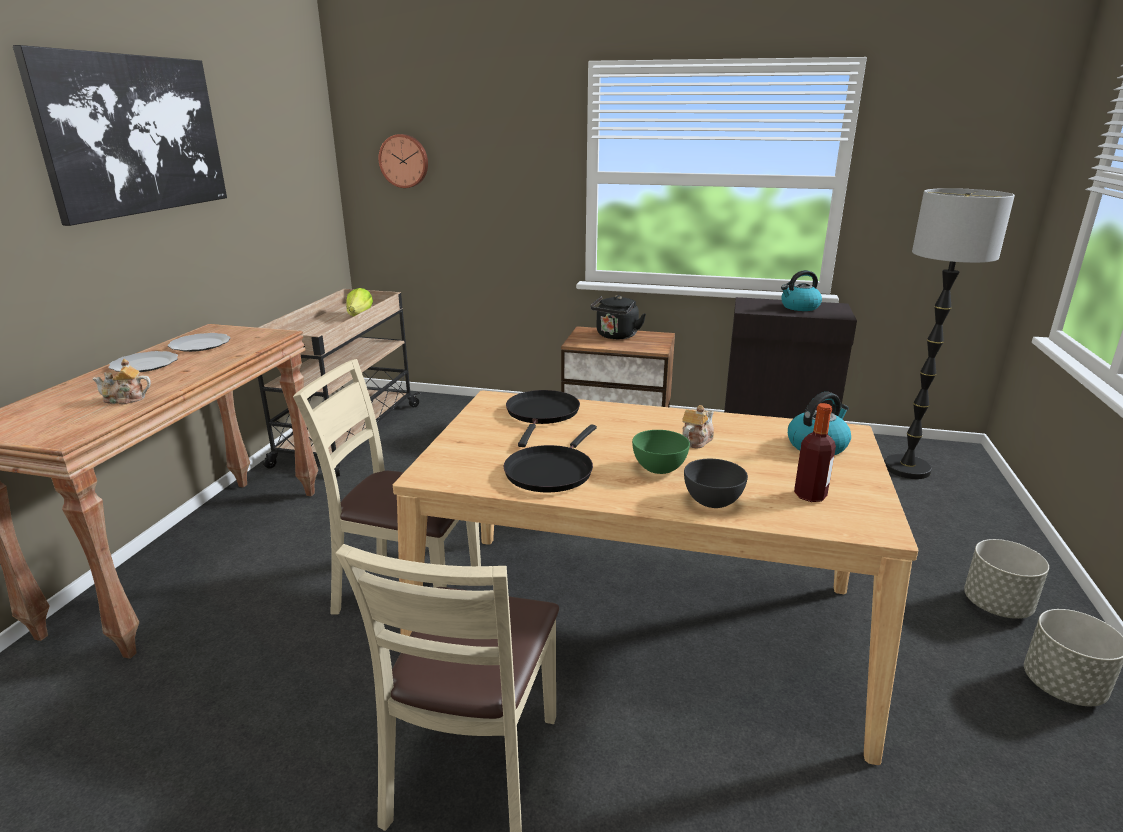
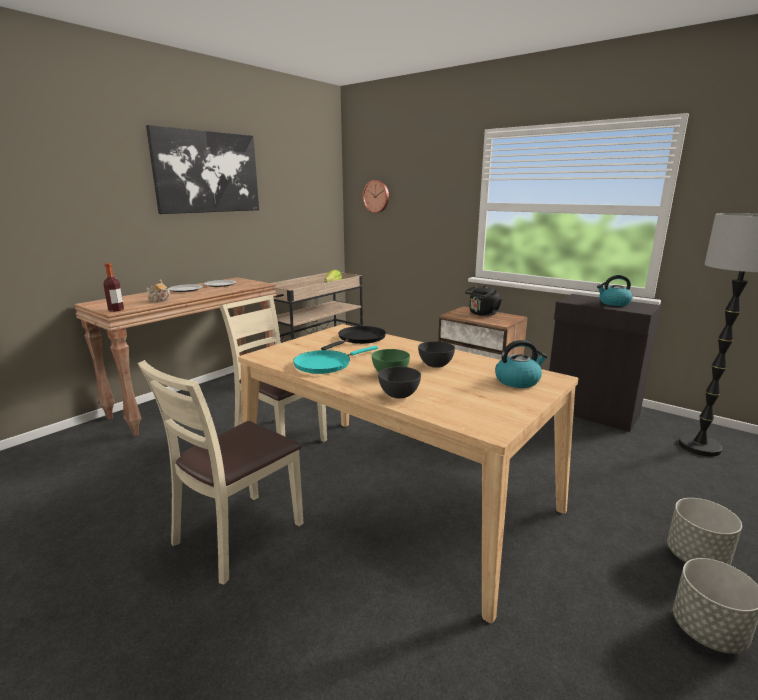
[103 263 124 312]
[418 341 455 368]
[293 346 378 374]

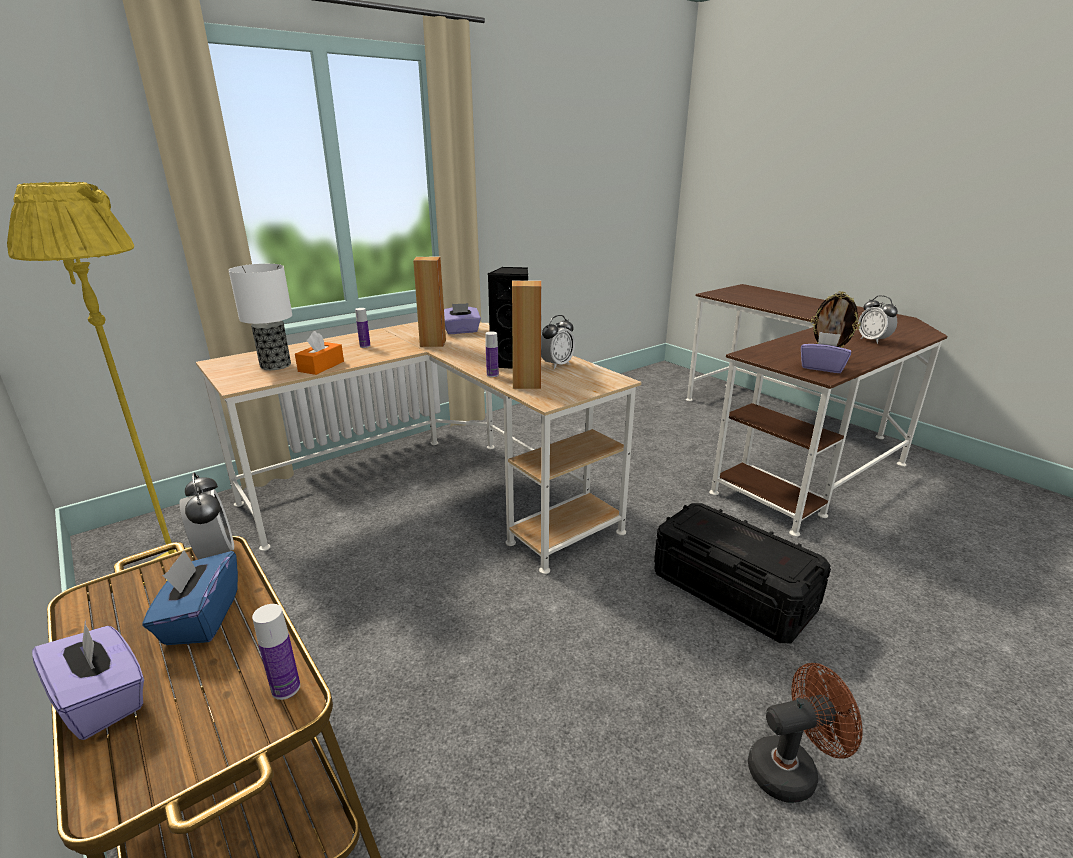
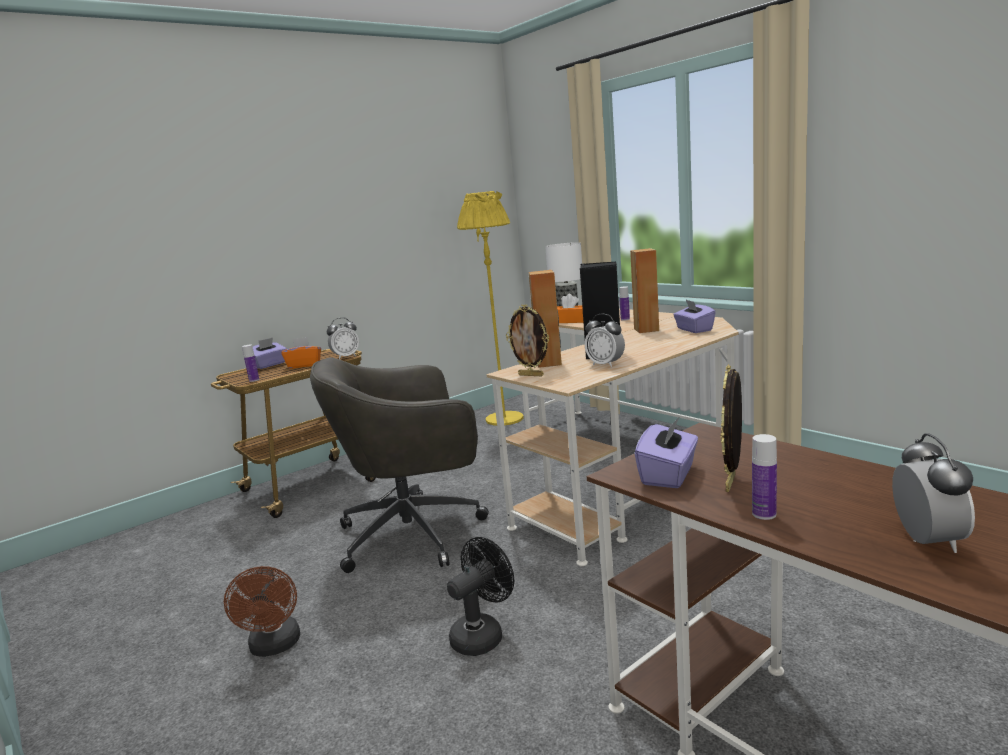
[892 433 975 553]
[752 434 777 520]
[447 537 514 656]
[281 337 321 369]
[506 304 549 376]
[310 357 489 573]

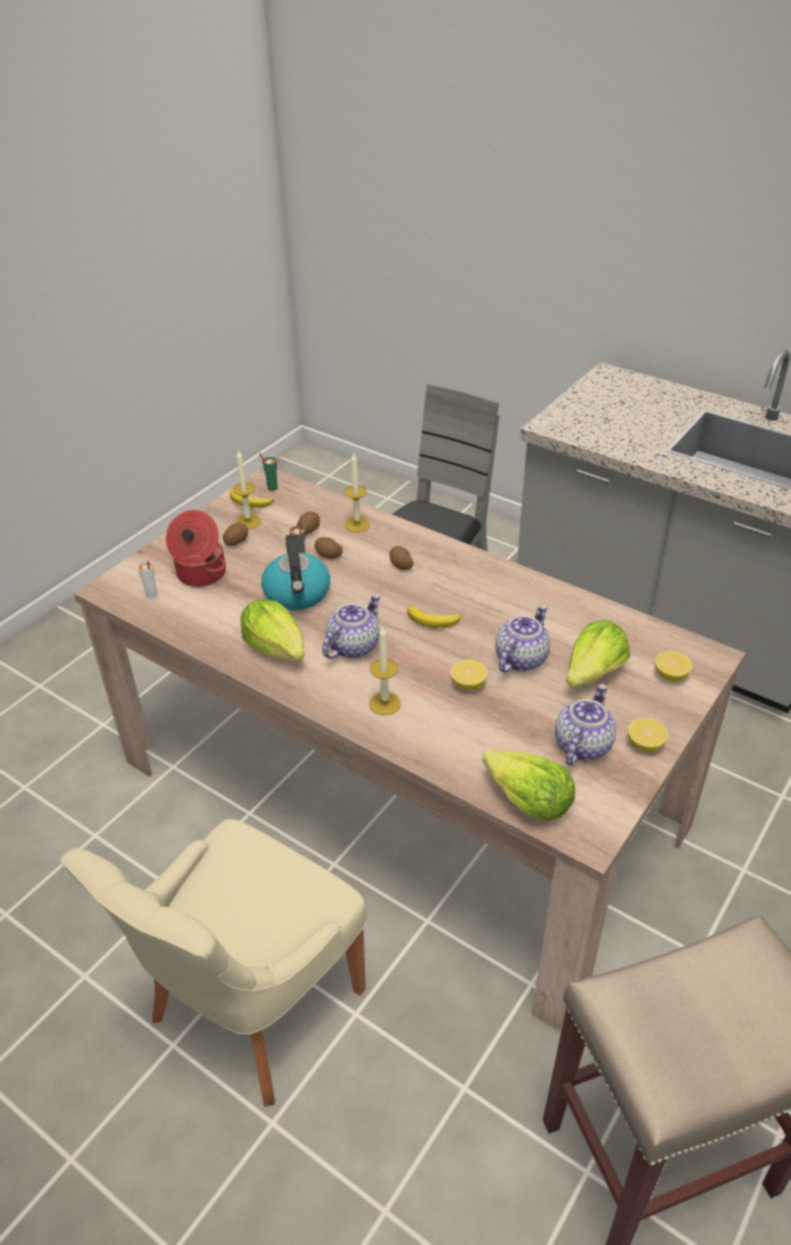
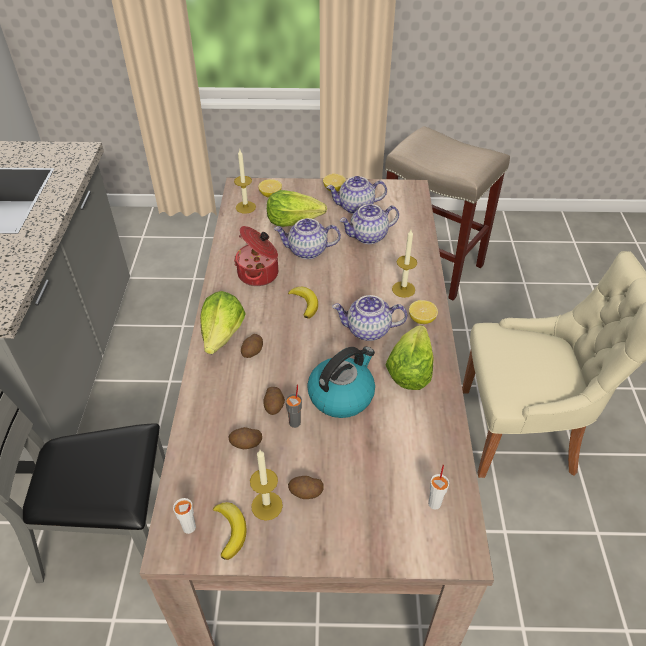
[234 150 256 214]
[173 498 196 534]
[234 226 278 286]
[409 300 438 324]
[200 291 246 354]
[339 204 399 244]

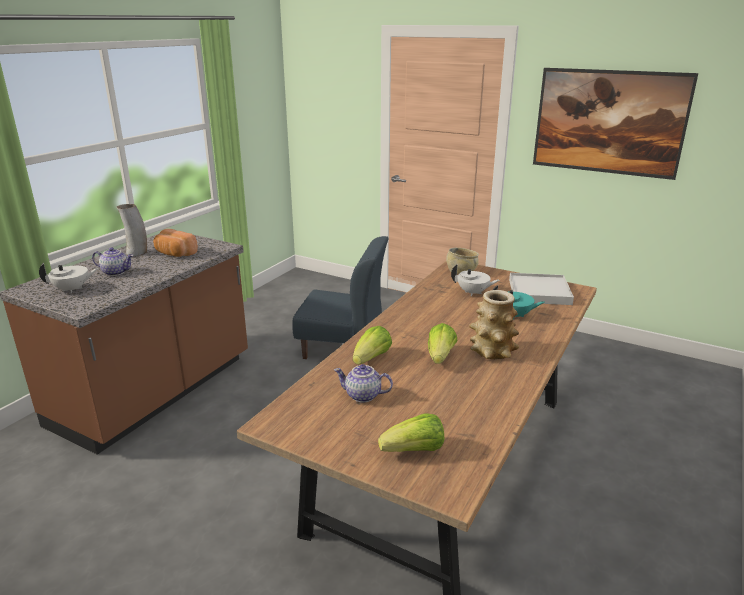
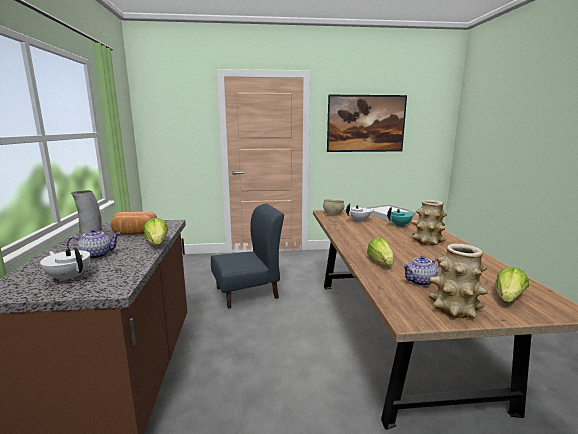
[40 247 90 282]
[144 218 169 245]
[429 244 488 319]

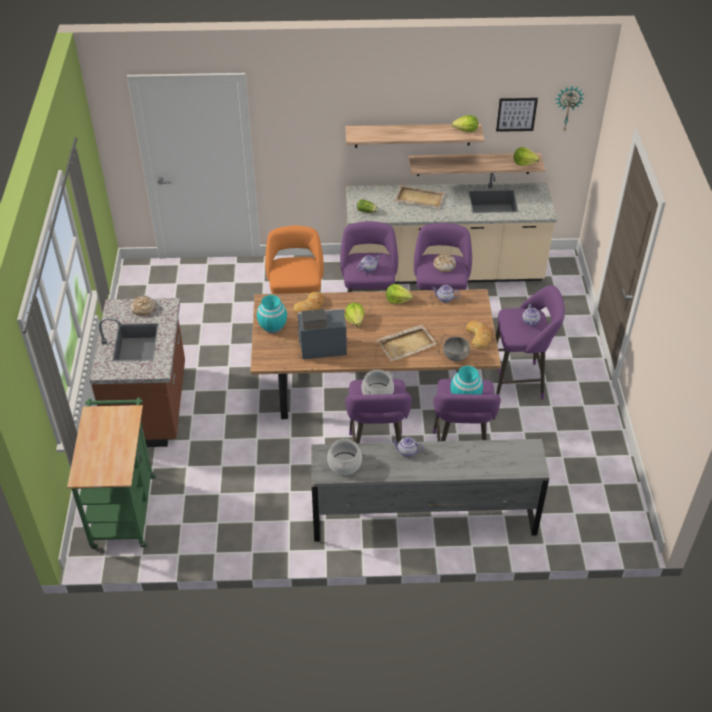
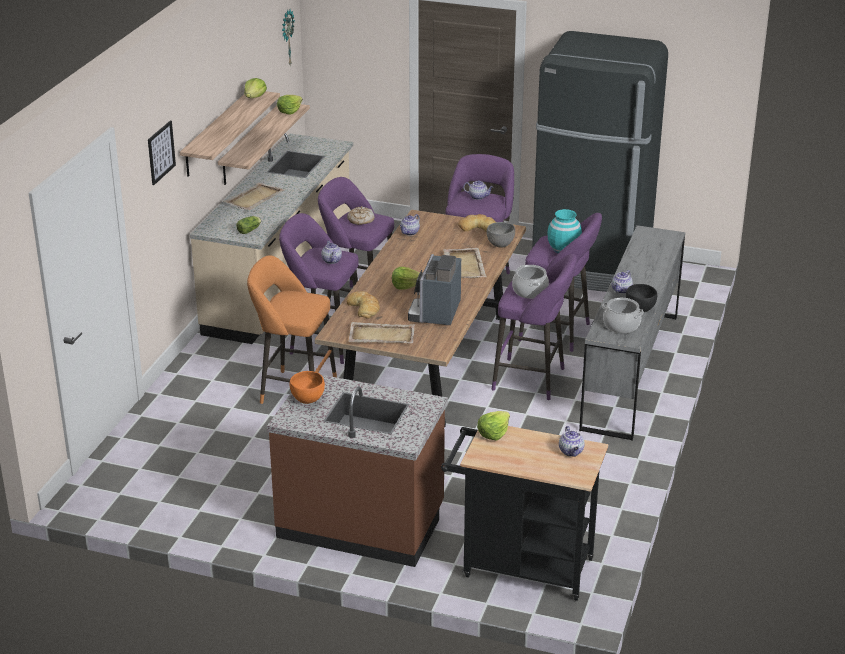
[148 121 176 185]
[477 411 510 441]
[348 322 415 344]
[289 371 325 404]
[441 426 608 601]
[532 31 668 292]
[626 284 657 312]
[559 426 585 457]

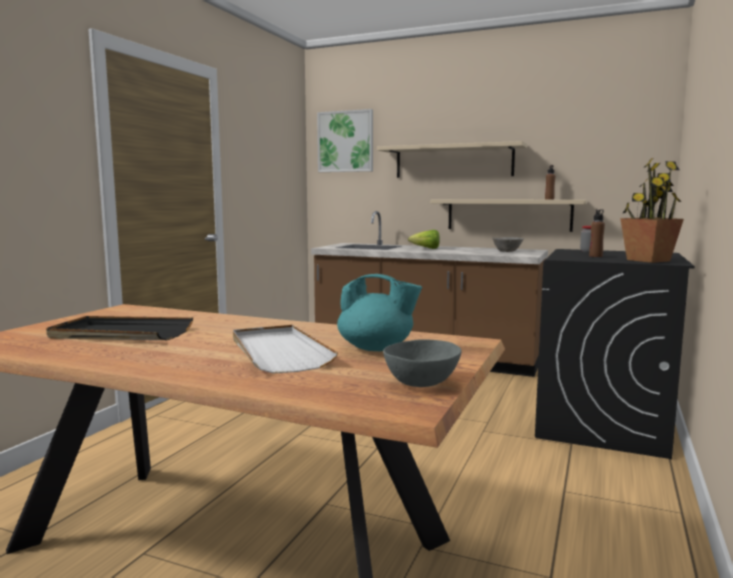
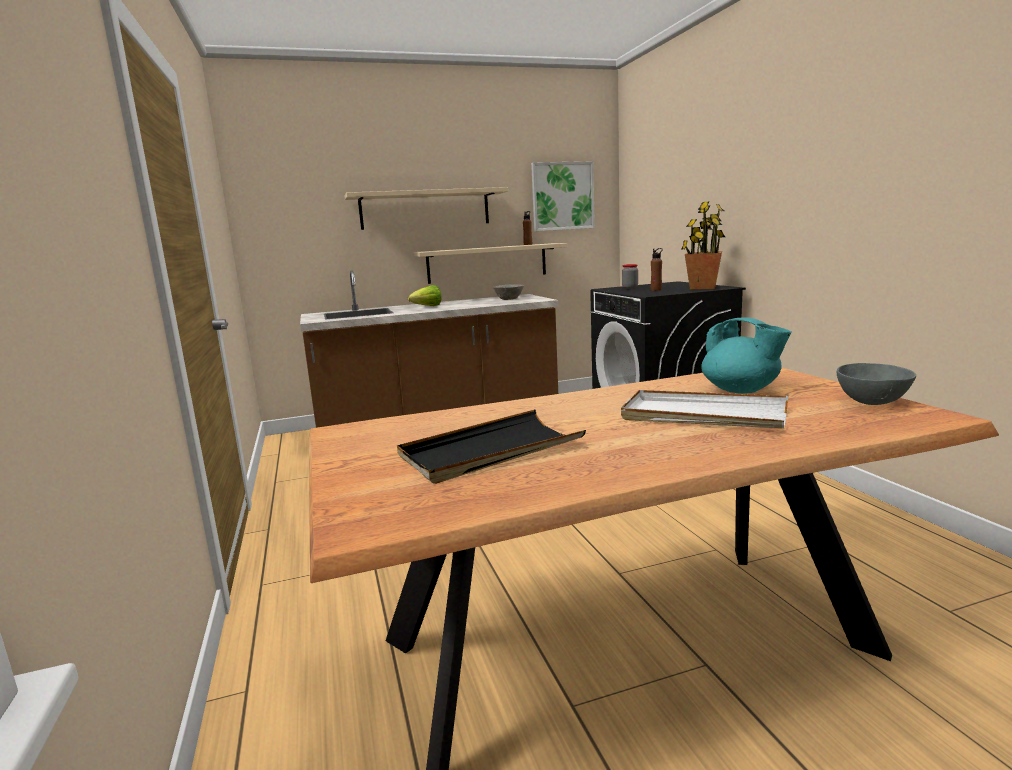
[531 161 595 231]
[701 317 791 394]

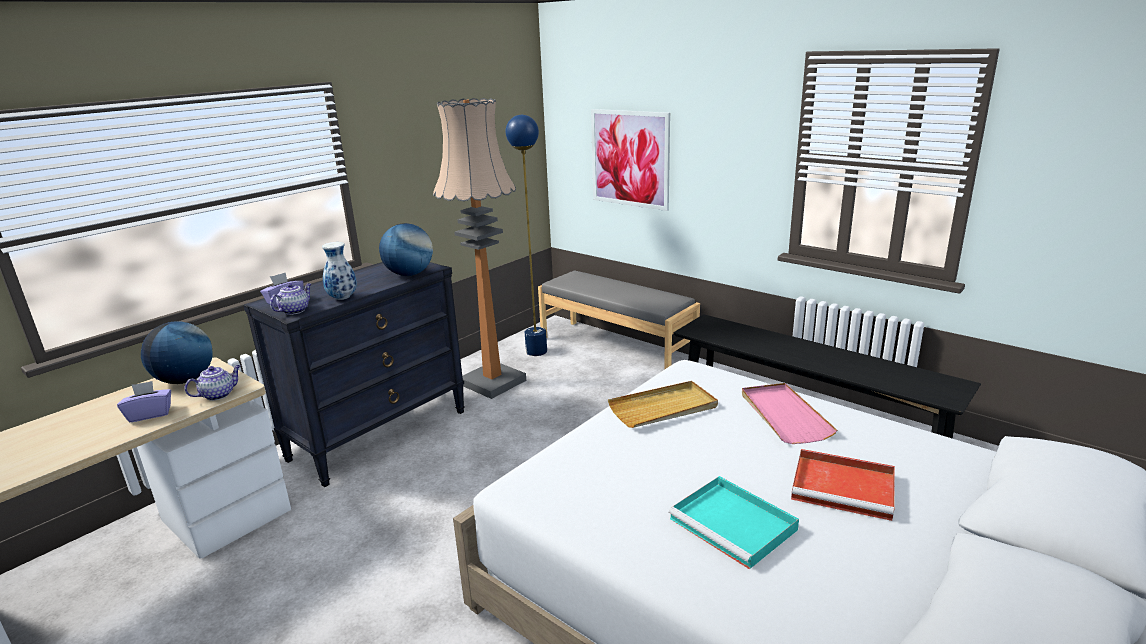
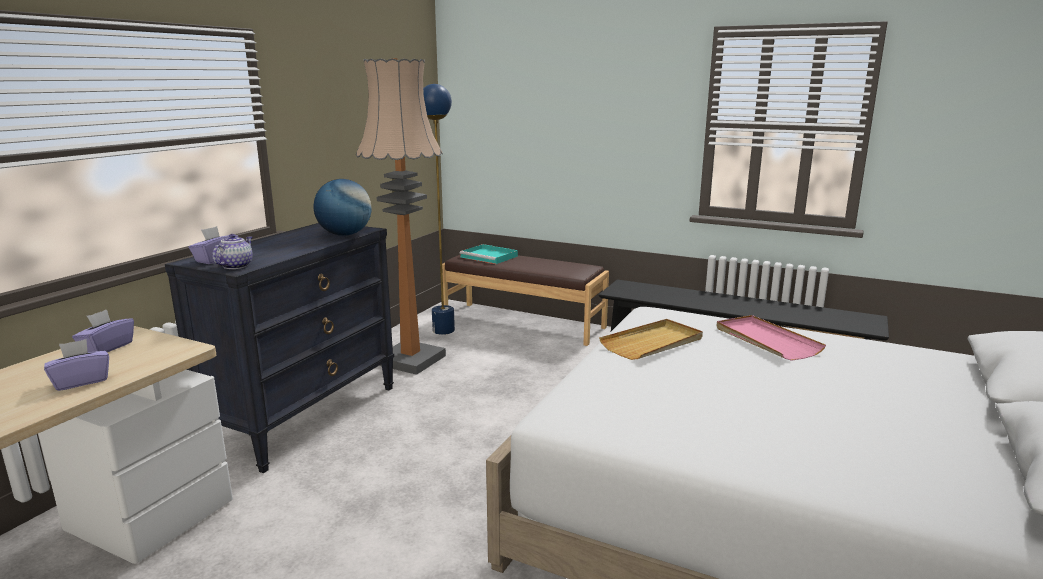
[591 109 670 211] (first image)
[322 242 357 300] (first image)
[442 254 609 346]
[72 309 134 353]
[185 365 241 401] (first image)
[791 449 895 521] (first image)
[460 244 518 264]

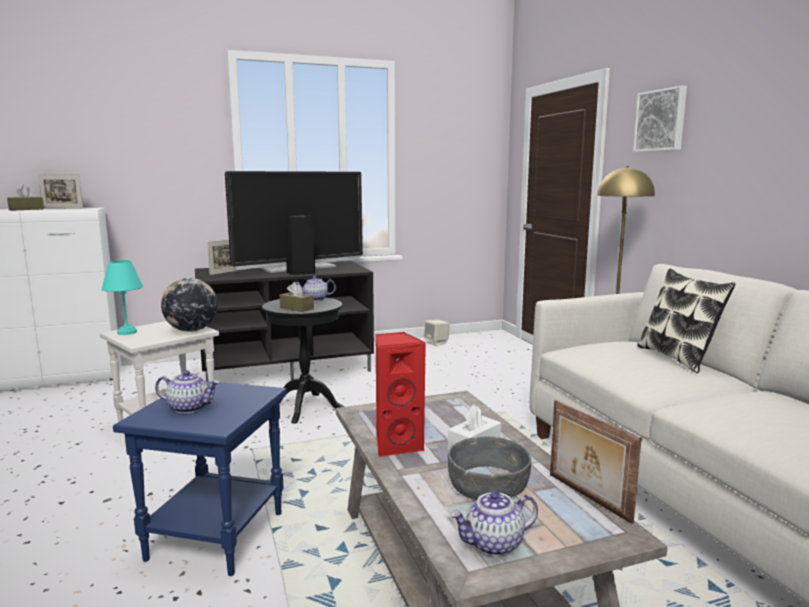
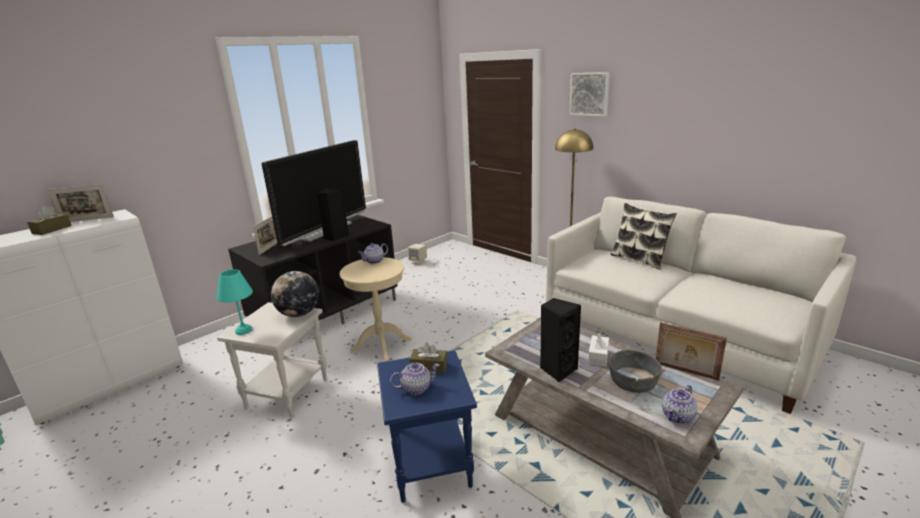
[409 343 448 373]
[340 257 412 362]
[540 298 581 382]

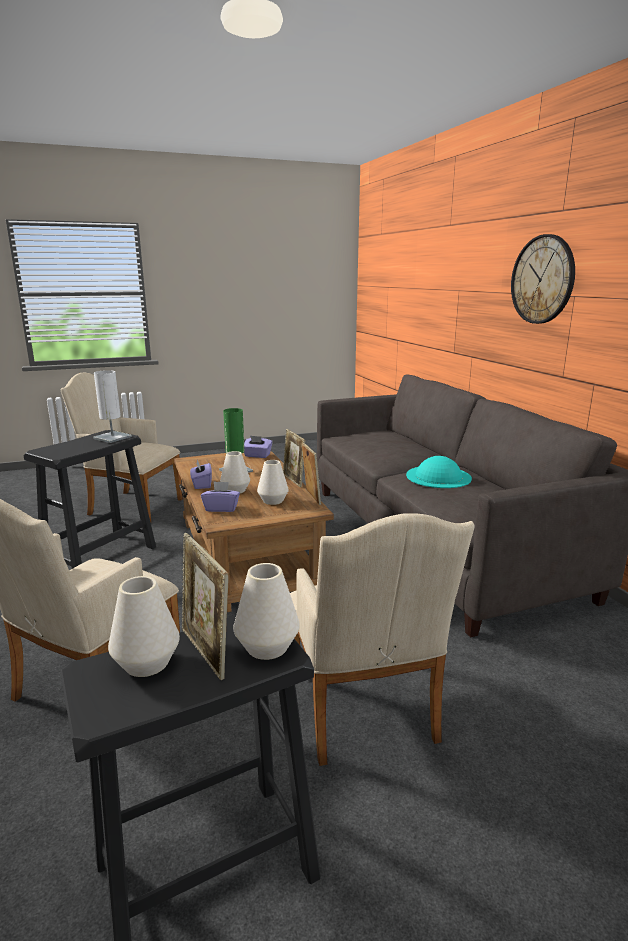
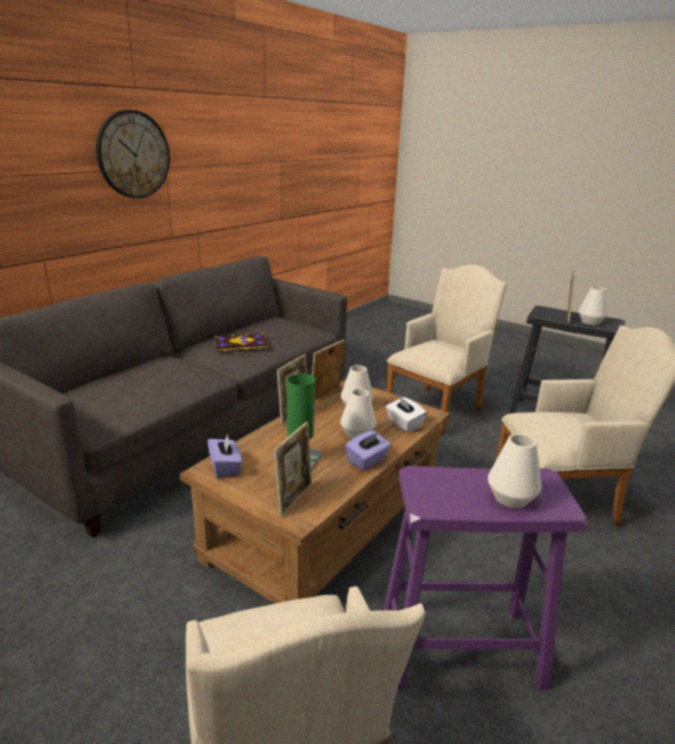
[93 370 132 443] (first image)
[384 466 588 690]
[215 333 269 352]
[386 396 427 432]
[488 434 542 508]
[274 422 312 517]

